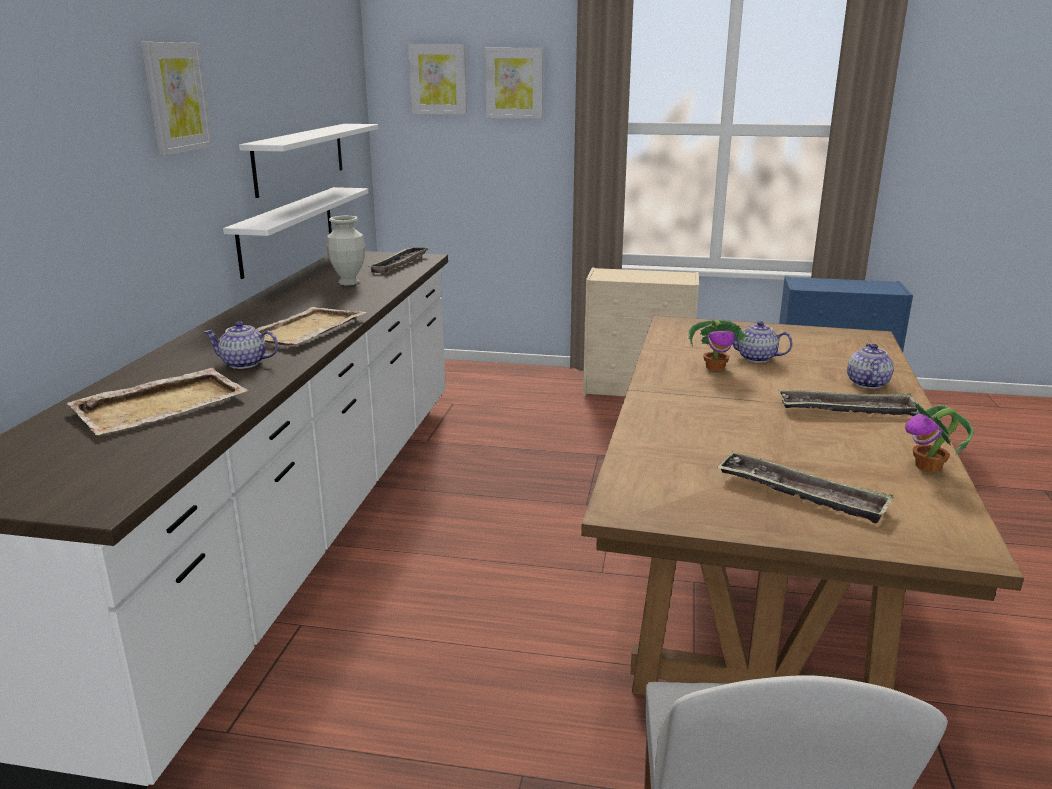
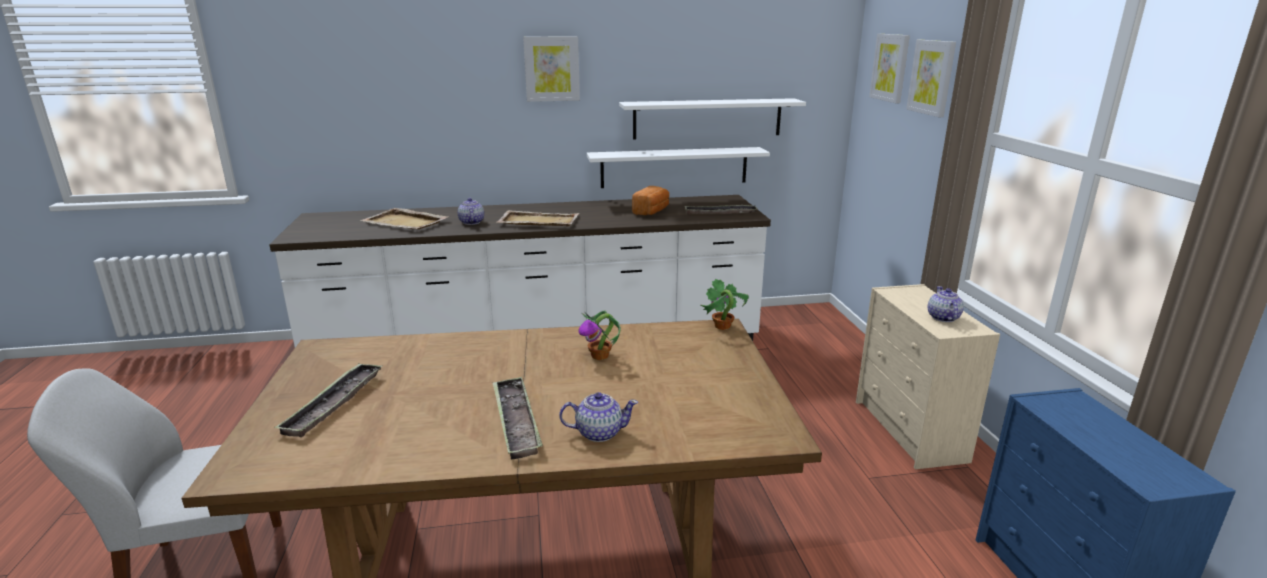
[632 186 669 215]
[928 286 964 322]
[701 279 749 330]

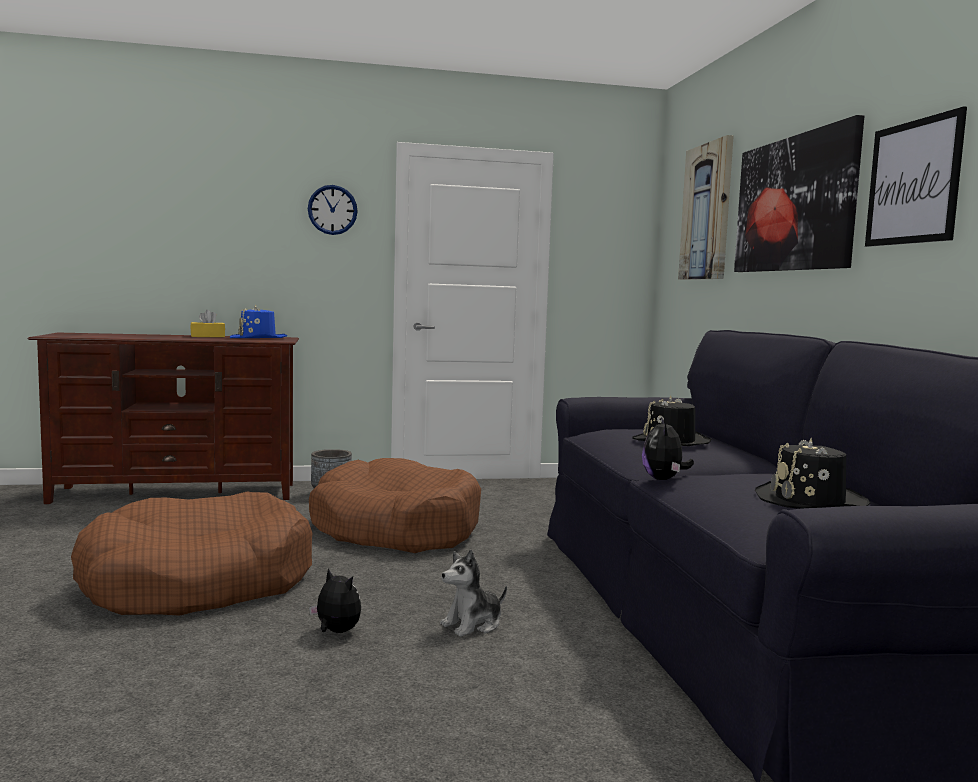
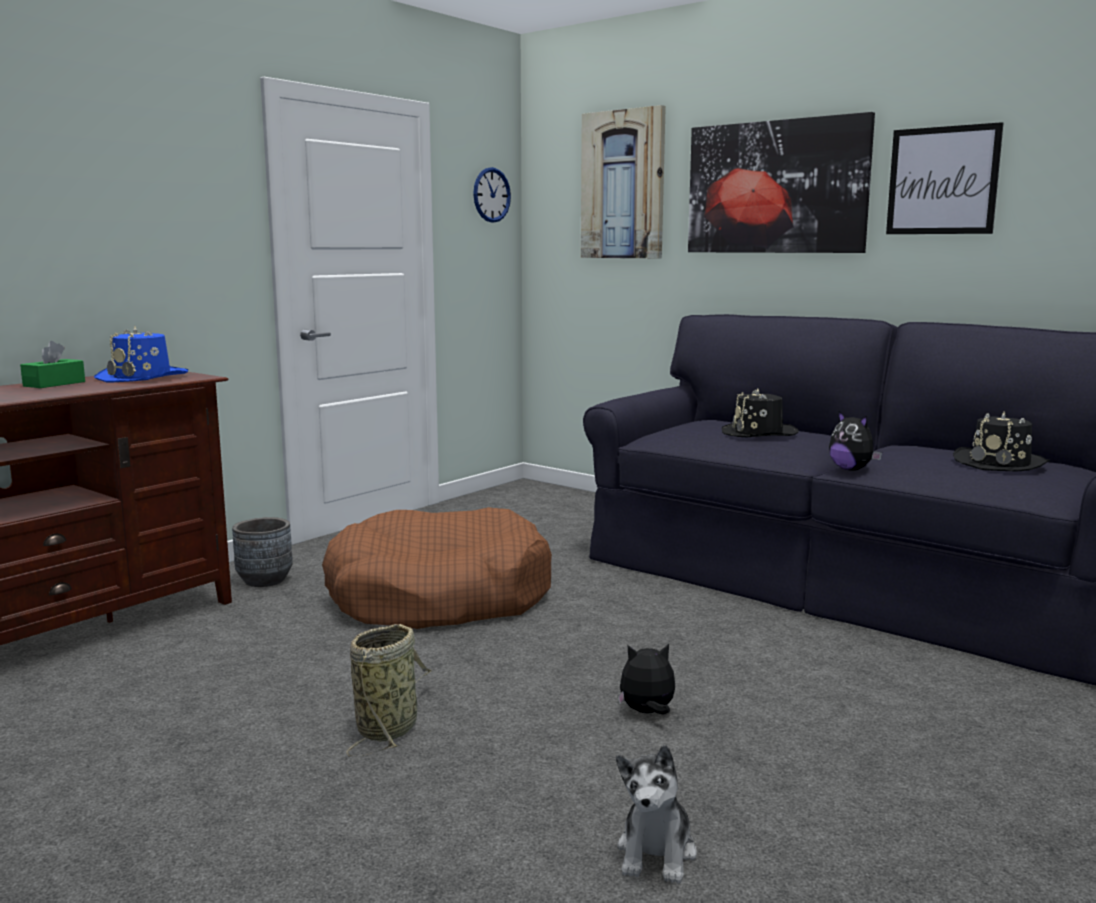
[473 167 511 223]
[20 341 85 388]
[346 624 431 757]
[616 745 697 884]

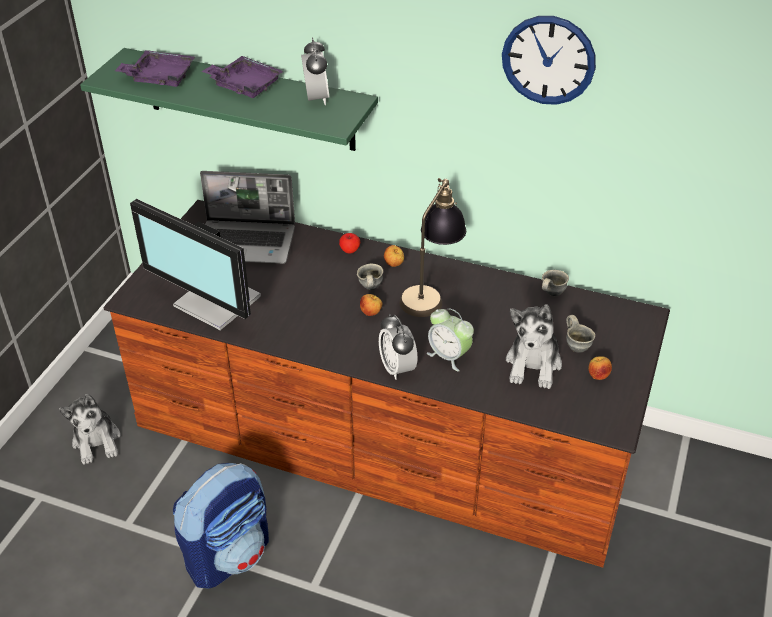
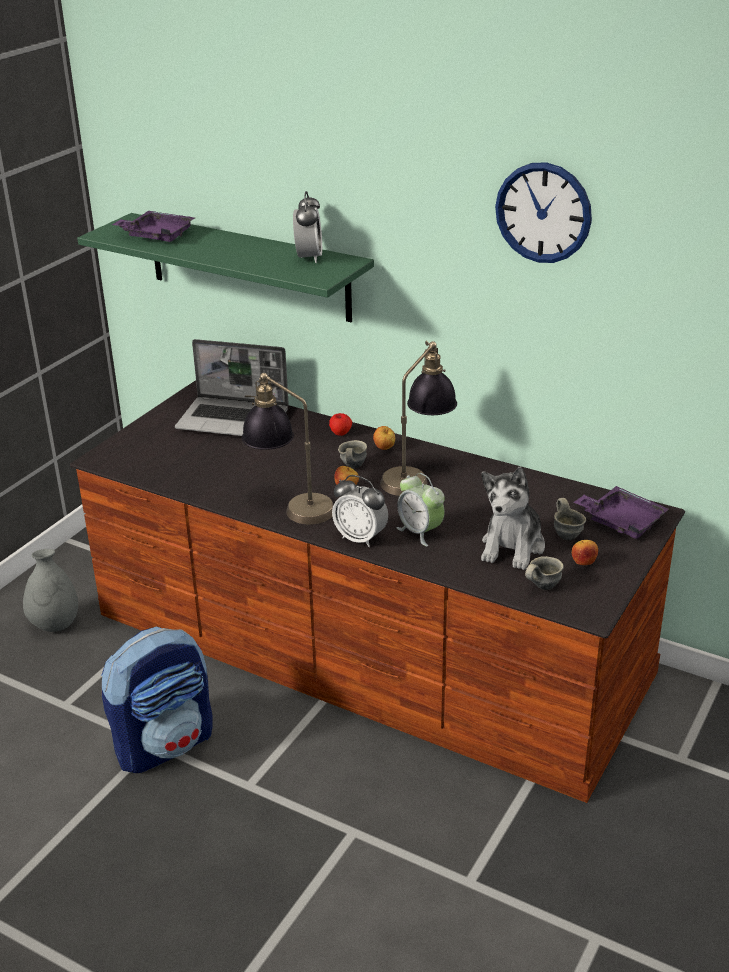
[574 486 669 539]
[130 199 261 331] (first image)
[525 556 564 590]
[332 475 388 547]
[23 549 78 632]
[242 373 334 525]

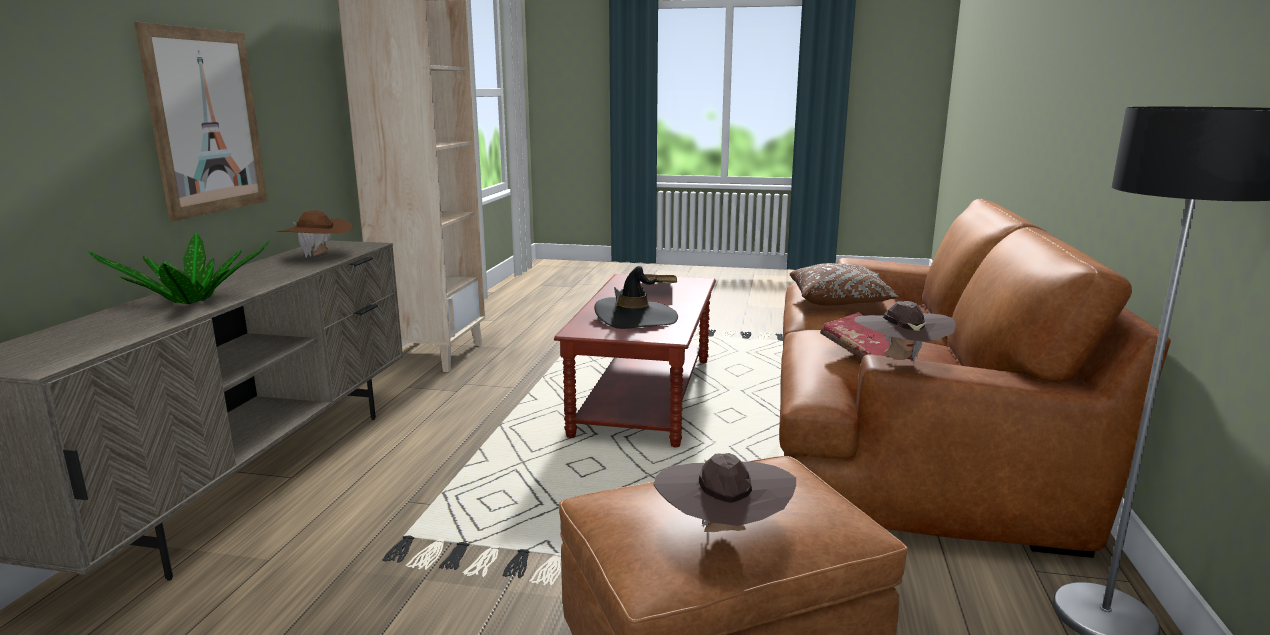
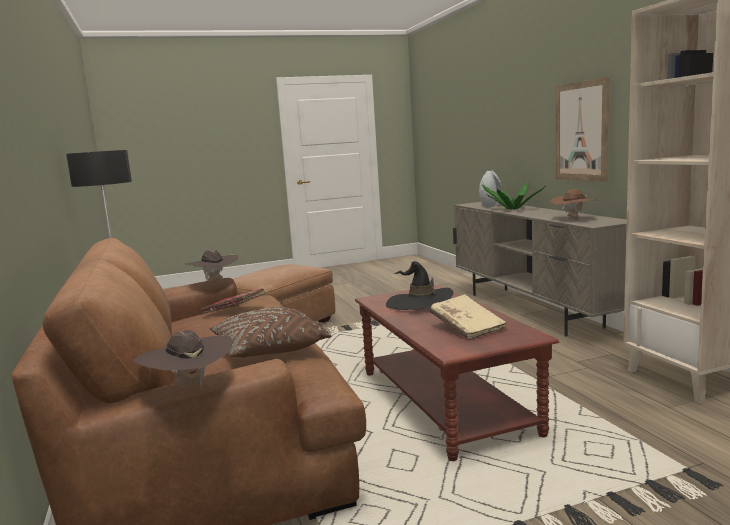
[134 330 233 389]
[479 170 503 207]

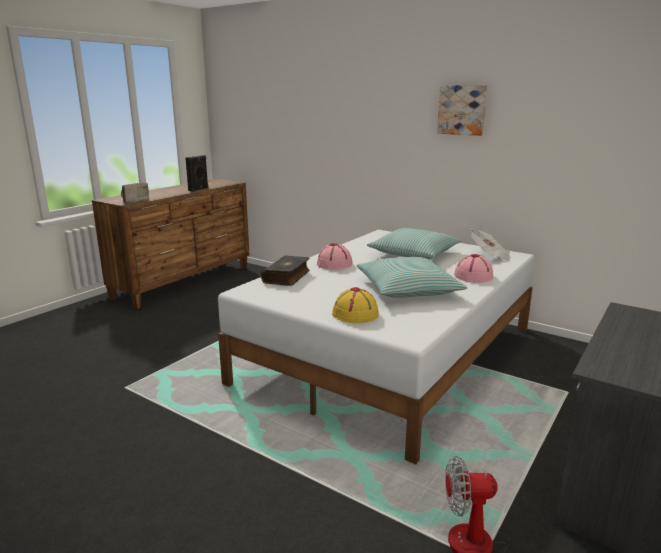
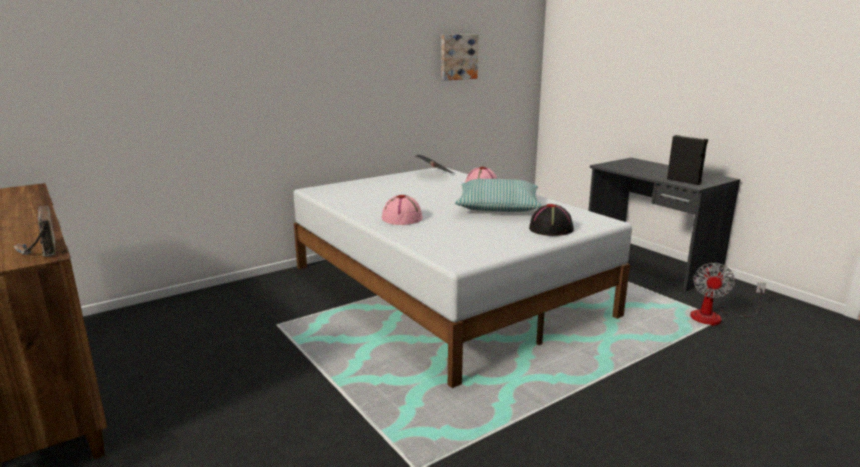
[441 35 479 81]
[667 135 708 185]
[367 228 461 259] (first image)
[261 255 310 286] (first image)
[529 204 574 236]

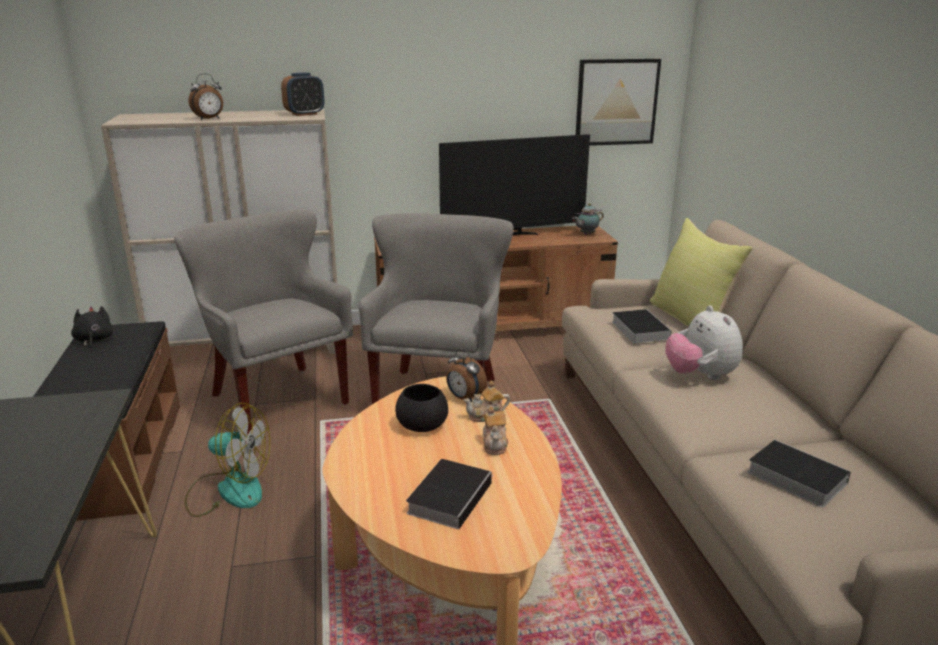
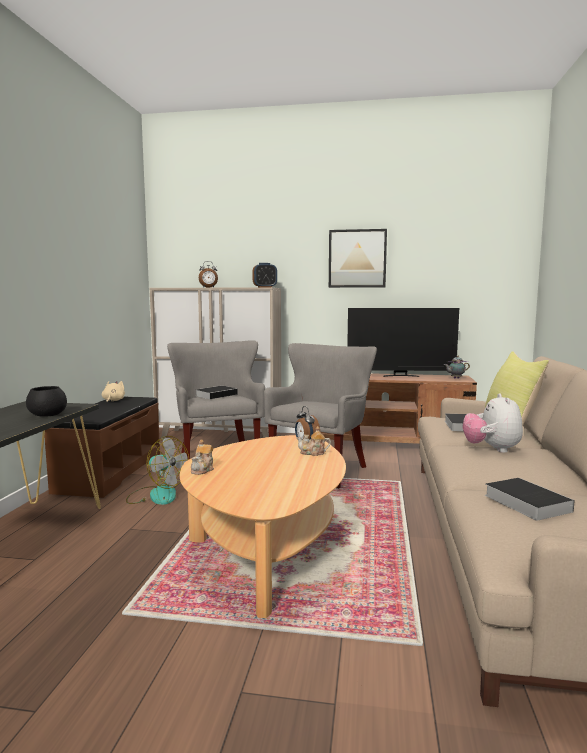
[329 229 387 288]
[102 381 125 403]
[26 386 67 417]
[191 440 214 475]
[196 386 239 399]

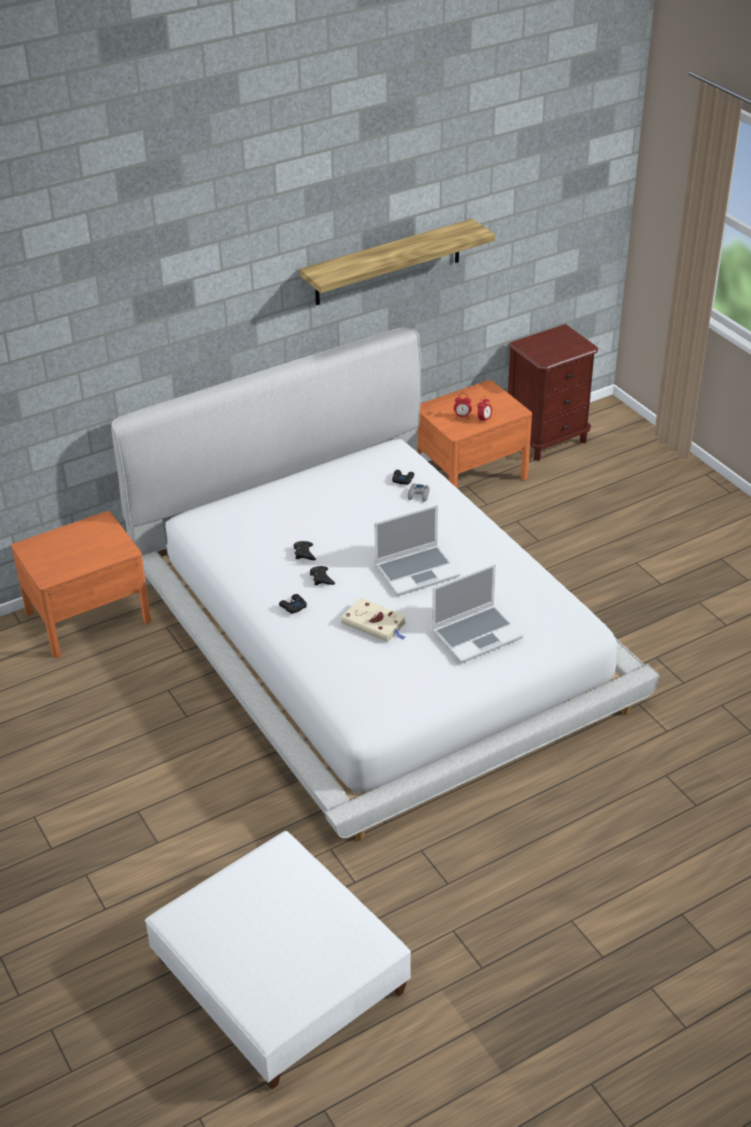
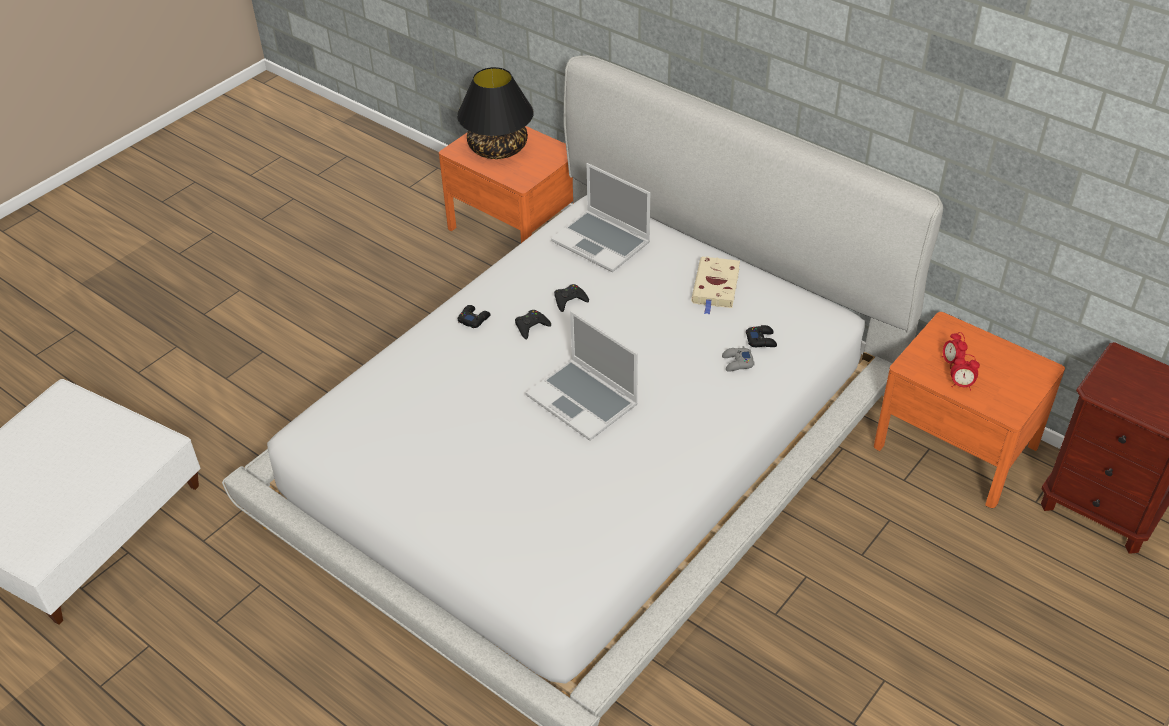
[299 219 495 305] (first image)
[551 163 650 272]
[691 256 740 315]
[457 67 534 159]

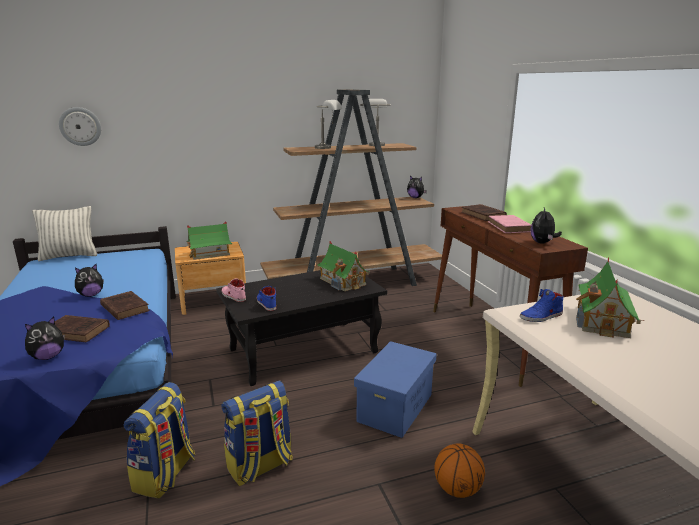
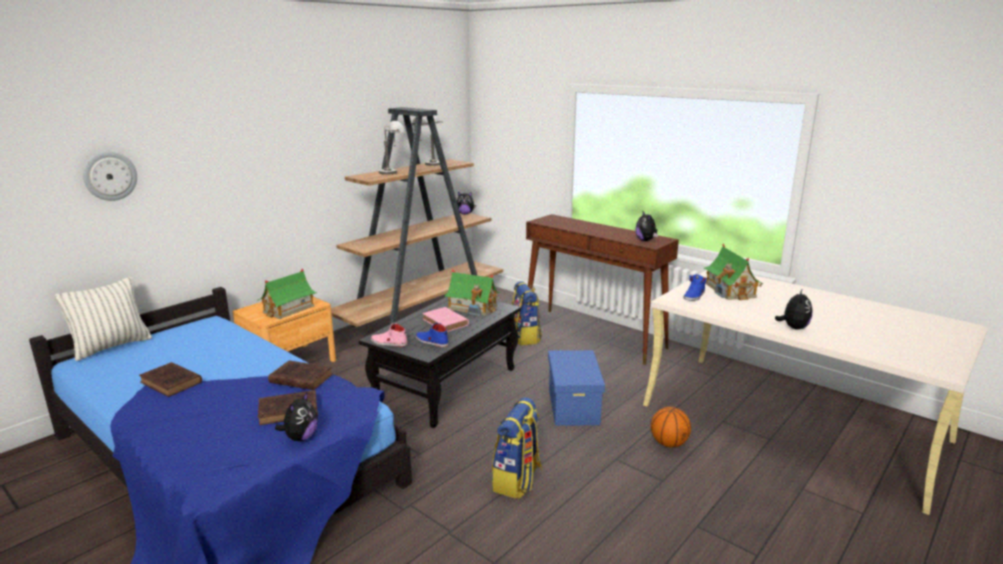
[139 362 202 397]
[422 307 469 332]
[775 290 812 330]
[512 281 542 346]

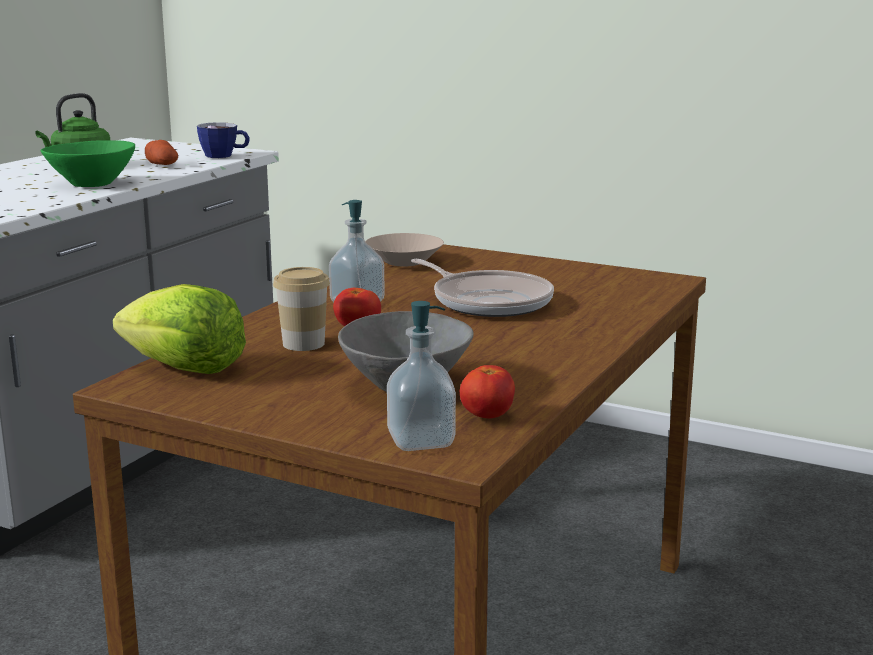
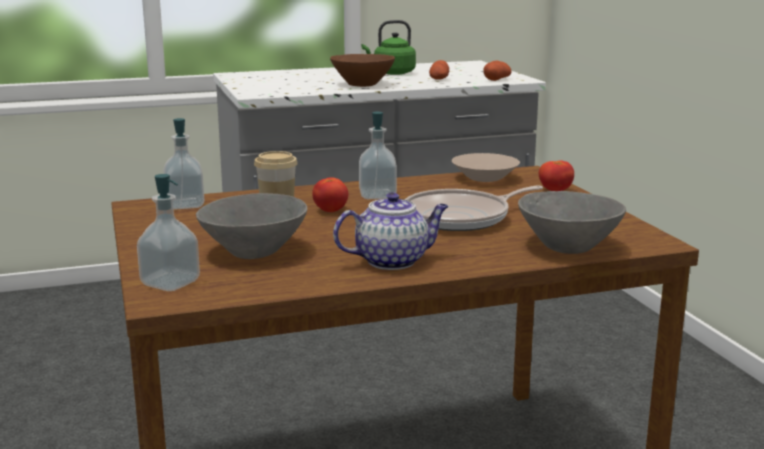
[483 60 512 81]
[330 54 395 87]
[405 185 543 231]
[163 118 204 210]
[539 160 574 191]
[518 191 626 254]
[333 192 449 270]

